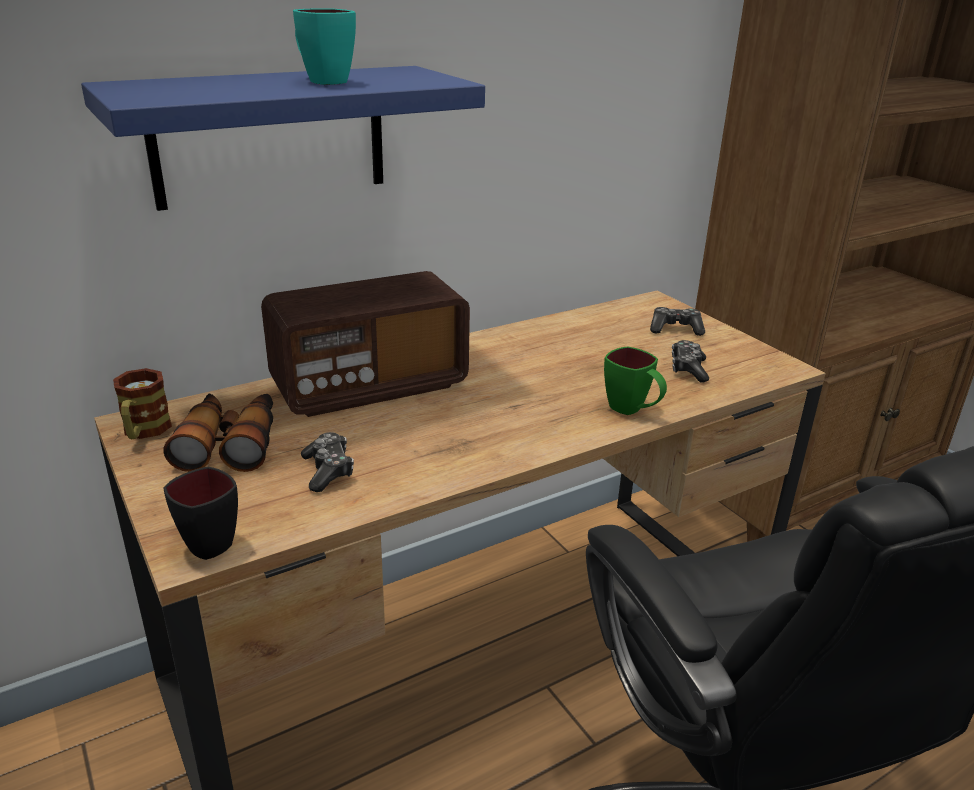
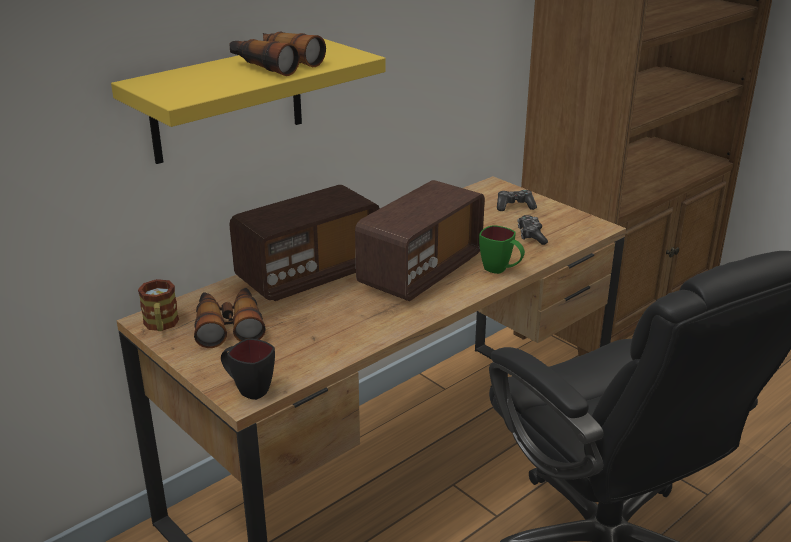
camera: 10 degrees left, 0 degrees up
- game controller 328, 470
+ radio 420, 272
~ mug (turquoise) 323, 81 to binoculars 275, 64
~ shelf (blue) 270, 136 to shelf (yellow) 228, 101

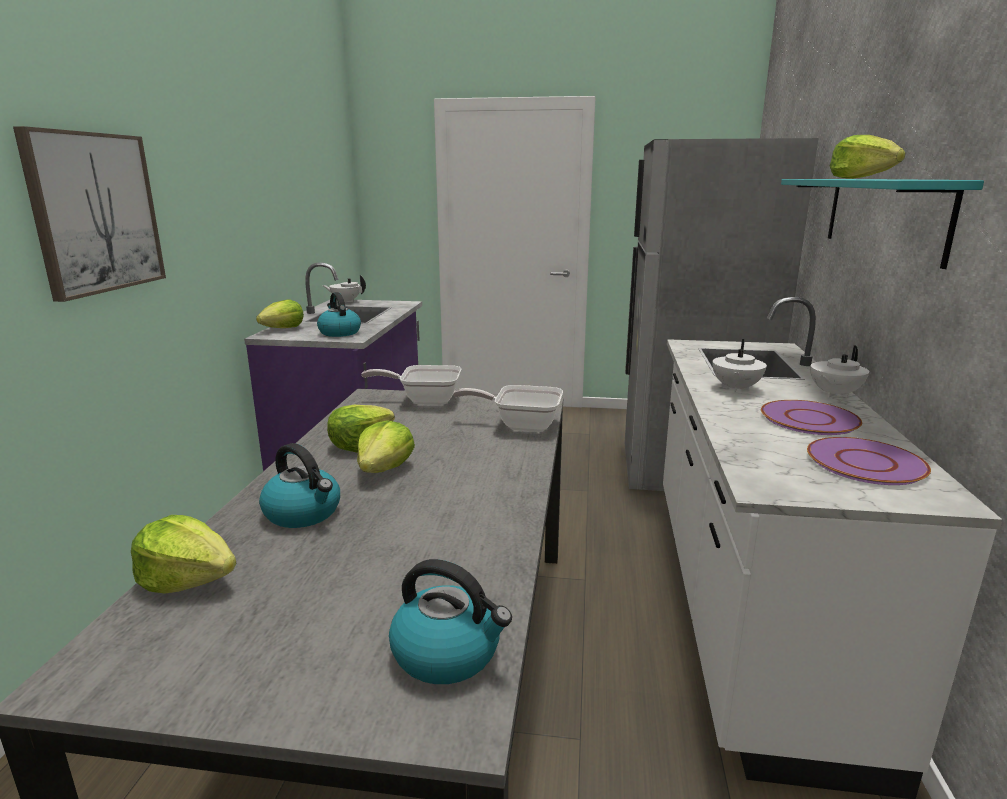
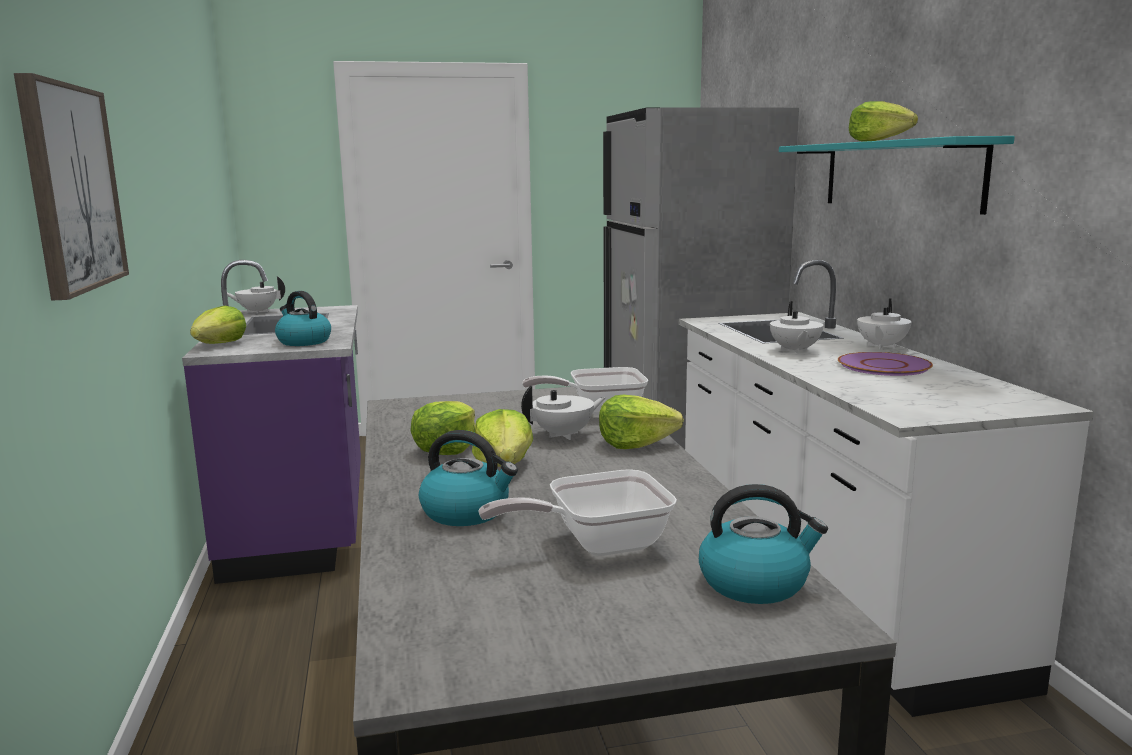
camera: 20 degrees left, 5 degrees down
- plate (purple) 864, 462
+ teapot (white) 564, 435
~ lettuce 188, 579 to 635, 443
~ frying pan 424, 400 to 597, 544

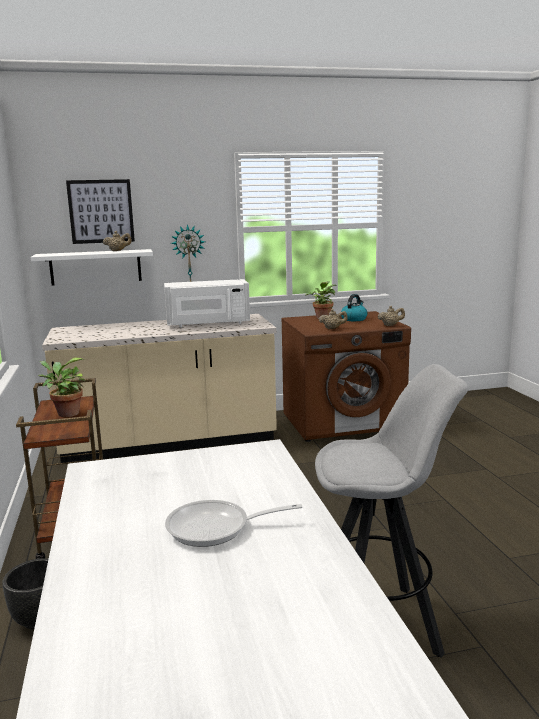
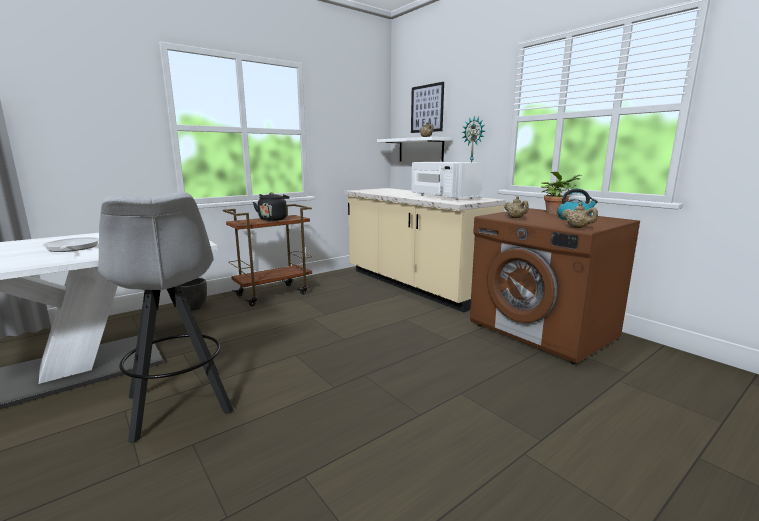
camera: 65 degrees right, 0 degrees up
~ potted plant 65, 413 to kettle (black) 273, 219

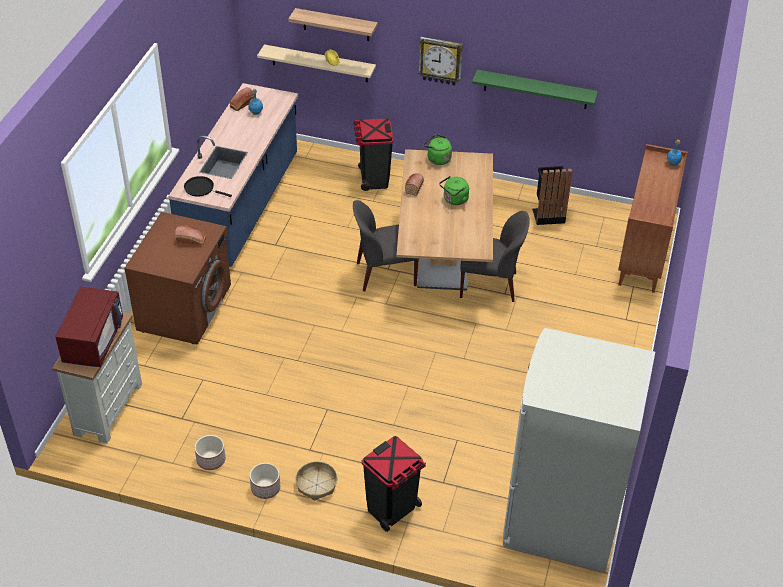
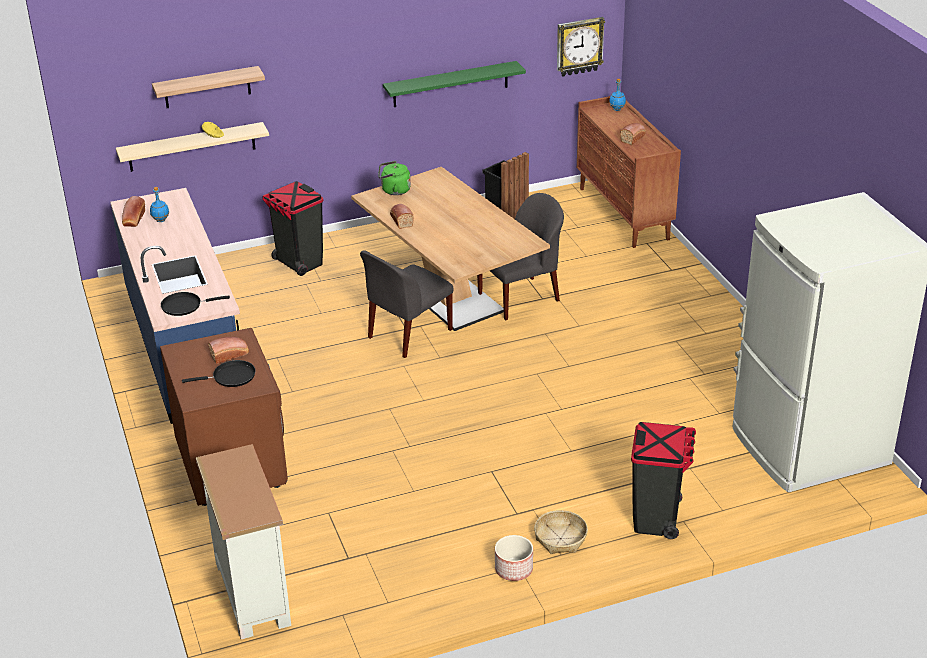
camera: 35 degrees left, 10 degrees down
- microwave (red) 93, 341
- planter 210, 460
- kettle (green) 454, 200
+ frying pan (black) 231, 377
+ bread 633, 138
~ wall clock 441, 60 to 579, 46

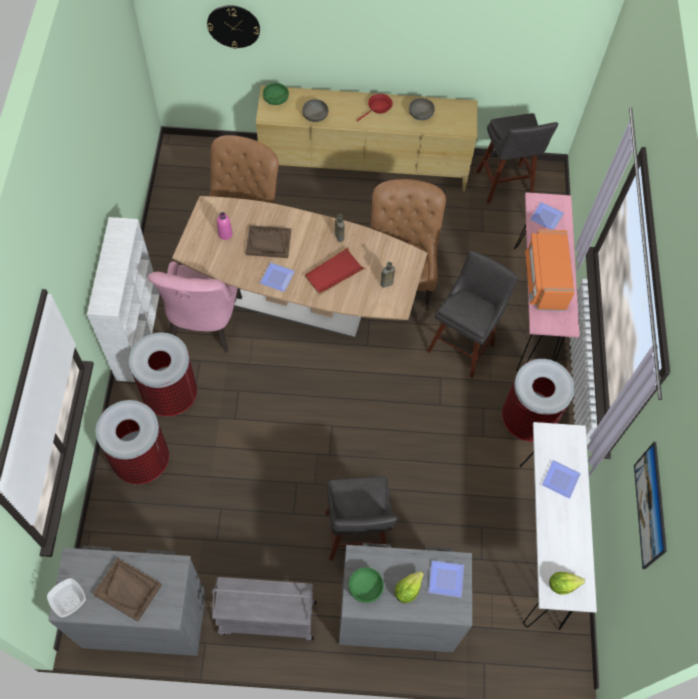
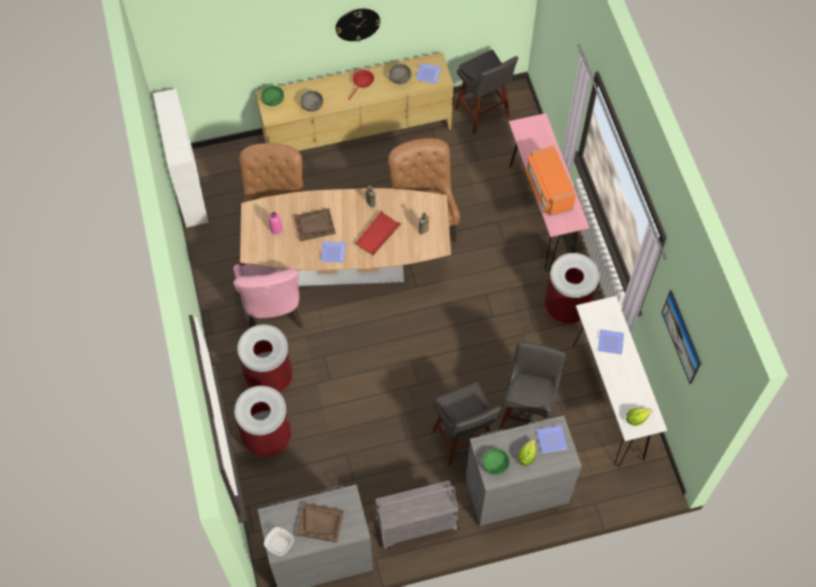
camera: 15 degrees left, 0 degrees up
~ bookcase (white) 138, 334 to 189, 189
~ wall clock 233, 26 to 357, 24
~ stool (grey) 462, 346 to 527, 414
~ plate 546, 216 to 428, 73

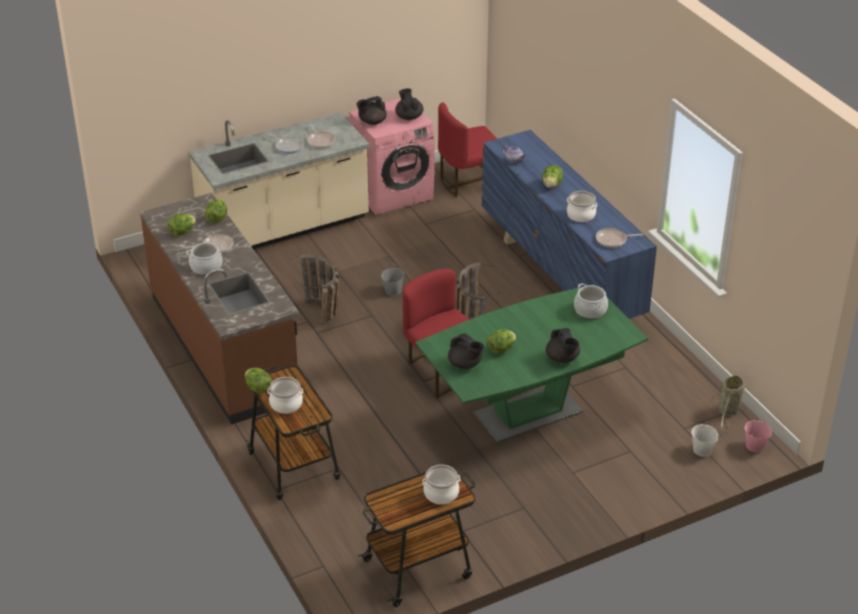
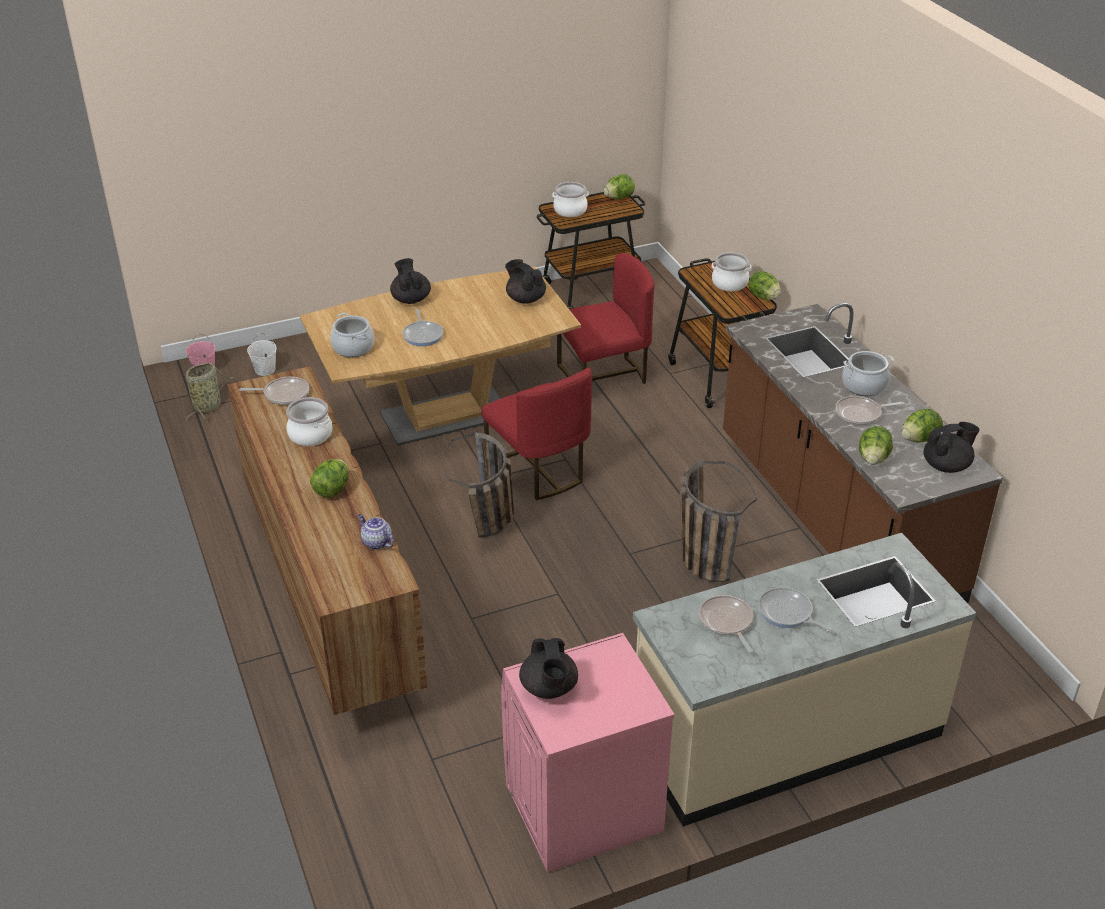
camera: 175 degrees left, 0 degrees up
- bucket (grey) 393, 290
+ frying pan 423, 335
~ teapot (black) 372, 122 to 946, 466
~ chair (red) 470, 182 to 604, 377
~ lettuce 500, 349 to 619, 198
~ dining table (green) 527, 413 to dining table (brown) 445, 416
~ cabinet (blue) 561, 277 to cabinet (brown) 329, 602

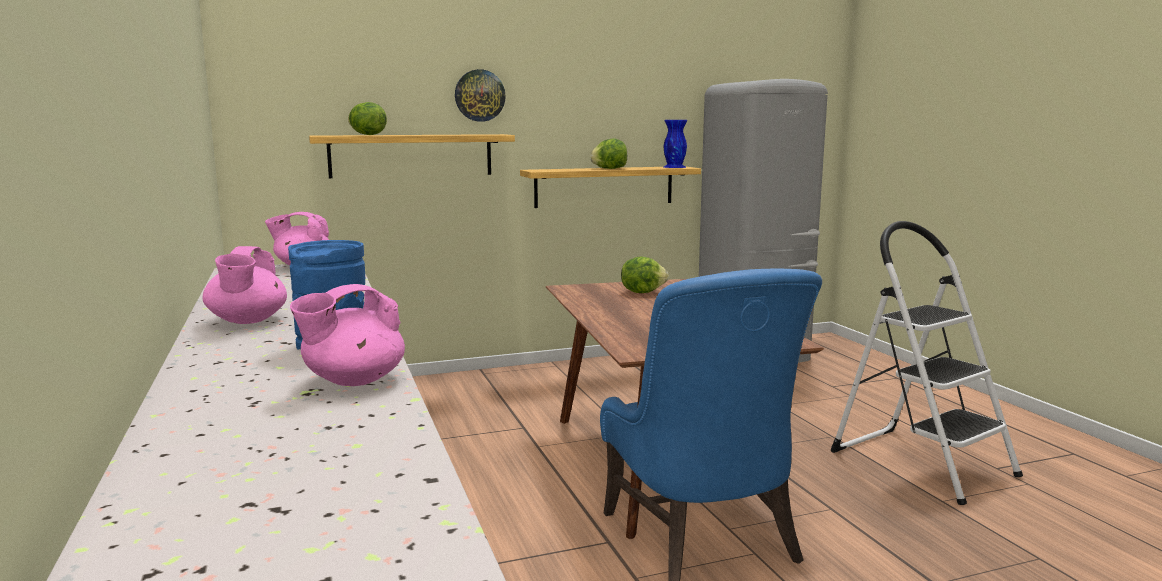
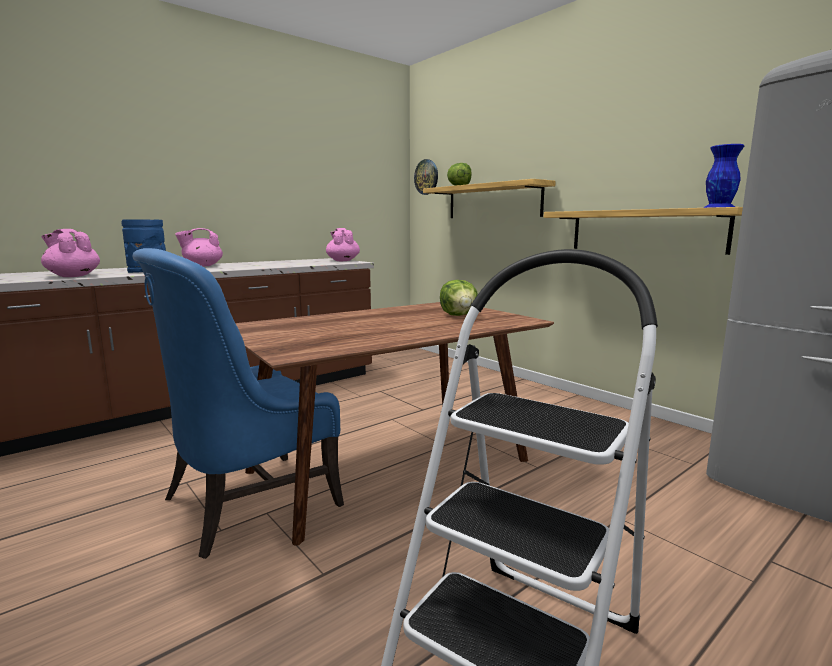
camera: 70 degrees right, 0 degrees up
- lettuce 609, 168
~ wall clock 479, 95 to 426, 177

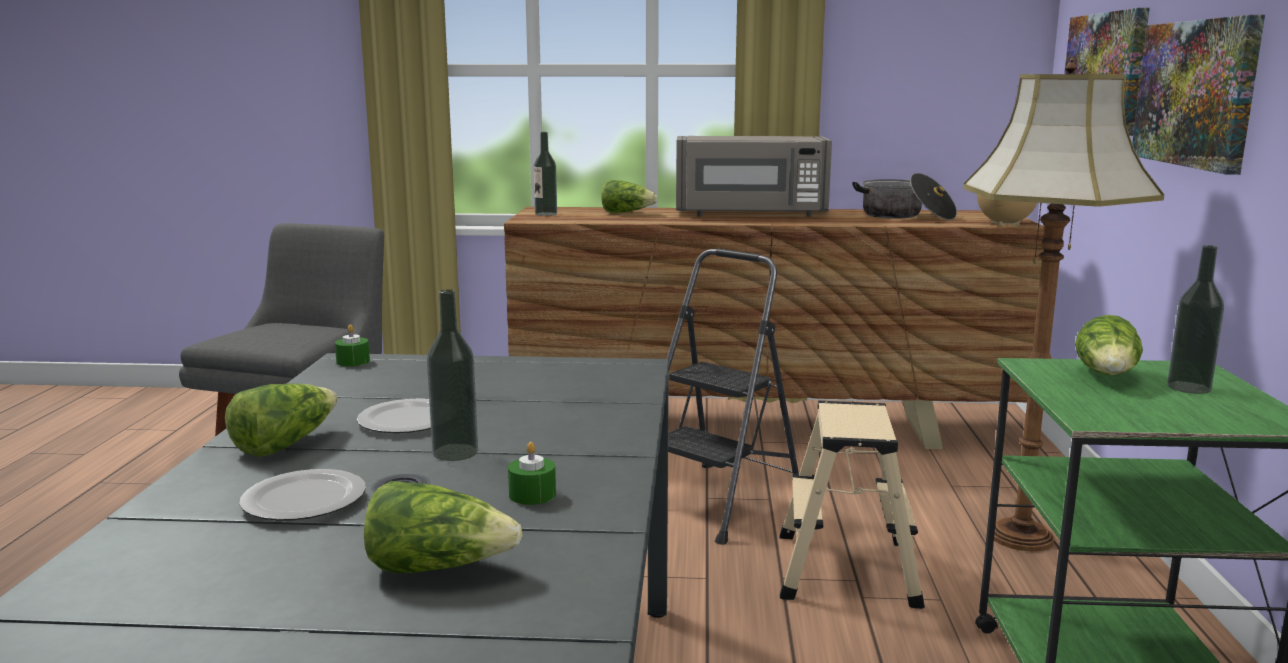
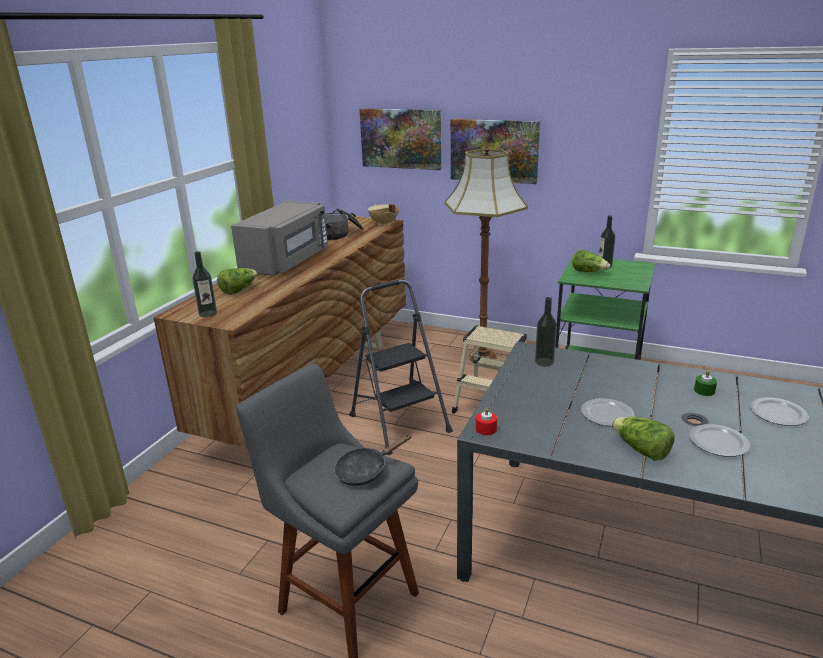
camera: 70 degrees left, 10 degrees up
+ frying pan (black) 366, 471
~ bottle 455, 452 to 544, 362
~ lettuce 438, 567 to plate 777, 414
~ candle (green) 353, 361 to candle (red) 486, 429

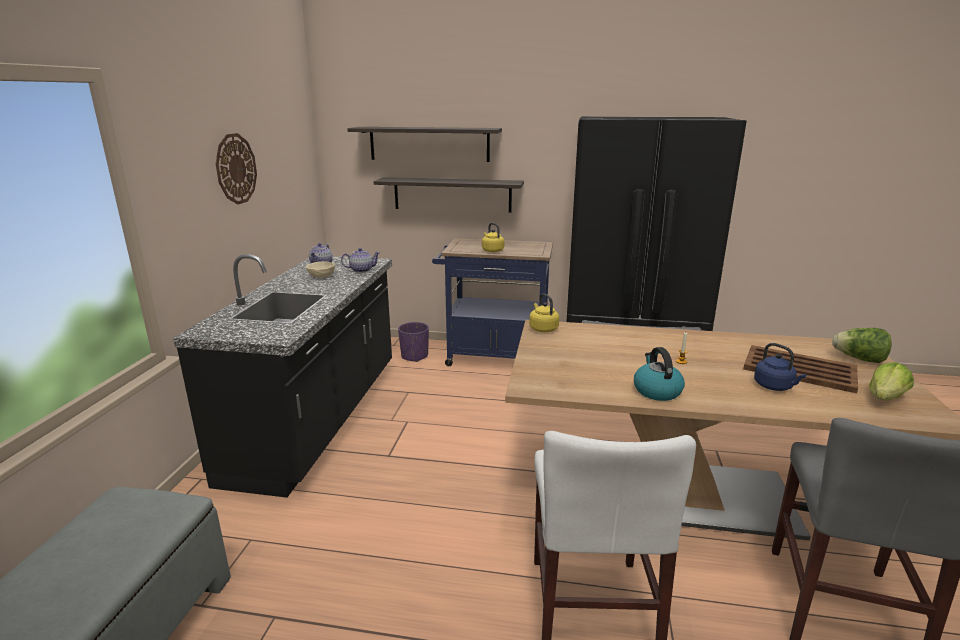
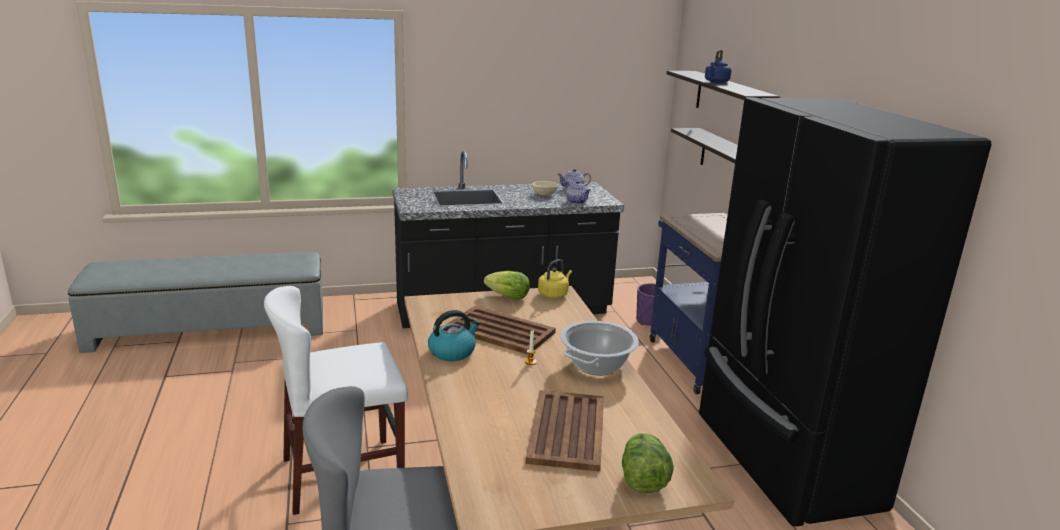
camera: 65 degrees right, 0 degrees up
- wall clock 236, 169
- kettle (yellow) 492, 250
+ tray (brown) 501, 331
+ cooking pot 597, 365
~ kettle (blue) 775, 386 to 716, 82
~ lettuce 885, 398 to 508, 297

